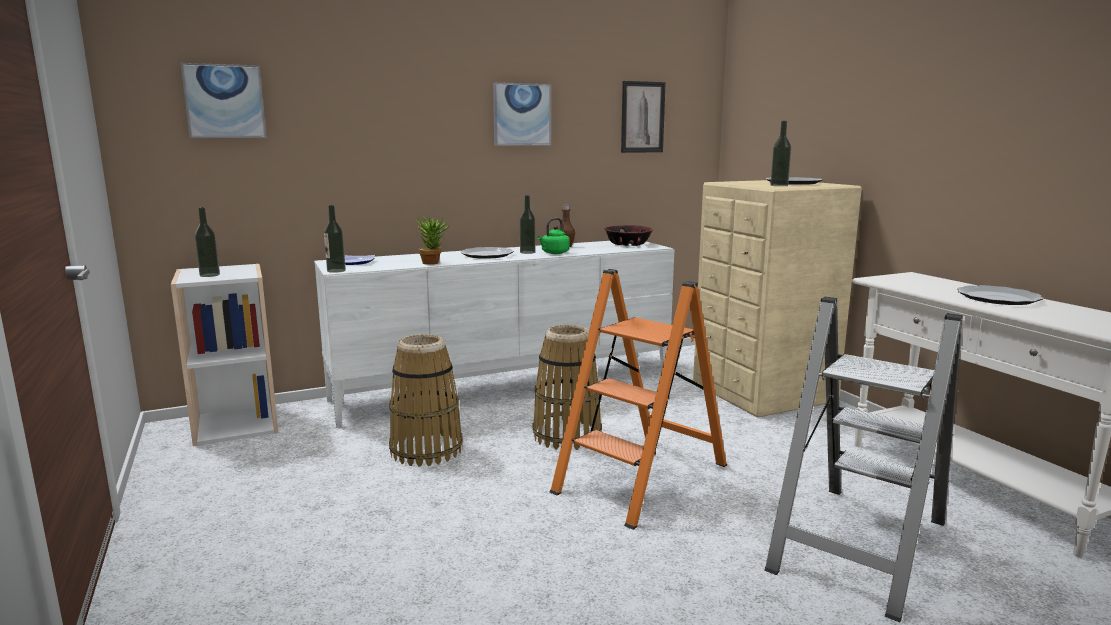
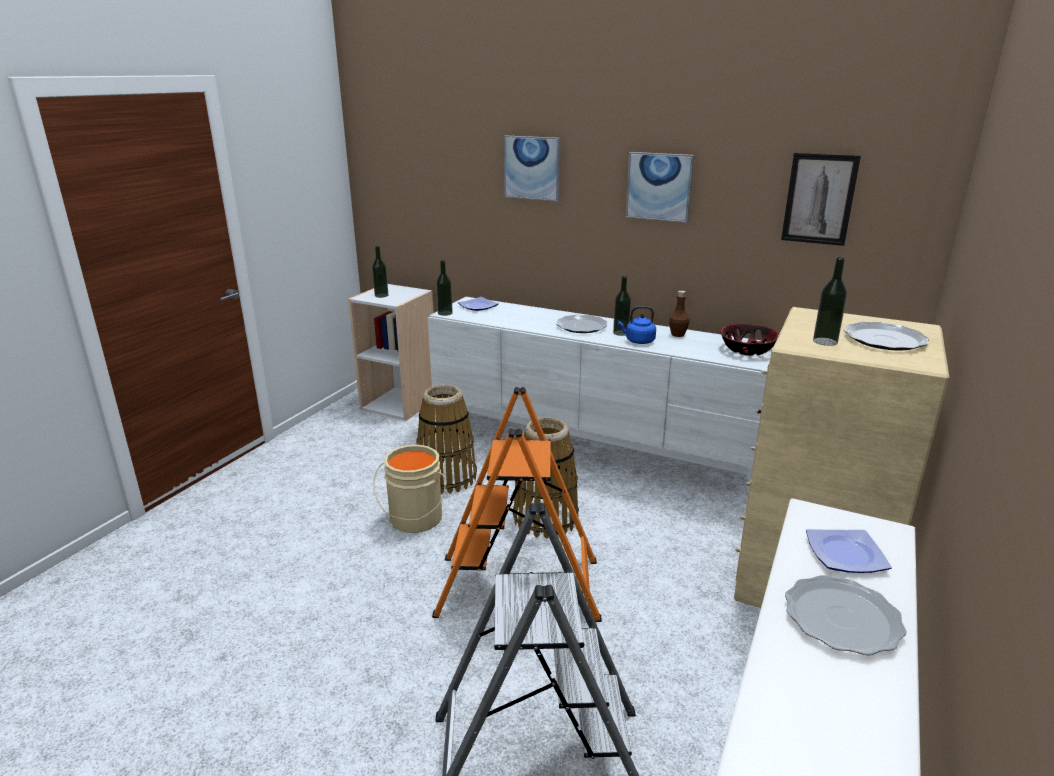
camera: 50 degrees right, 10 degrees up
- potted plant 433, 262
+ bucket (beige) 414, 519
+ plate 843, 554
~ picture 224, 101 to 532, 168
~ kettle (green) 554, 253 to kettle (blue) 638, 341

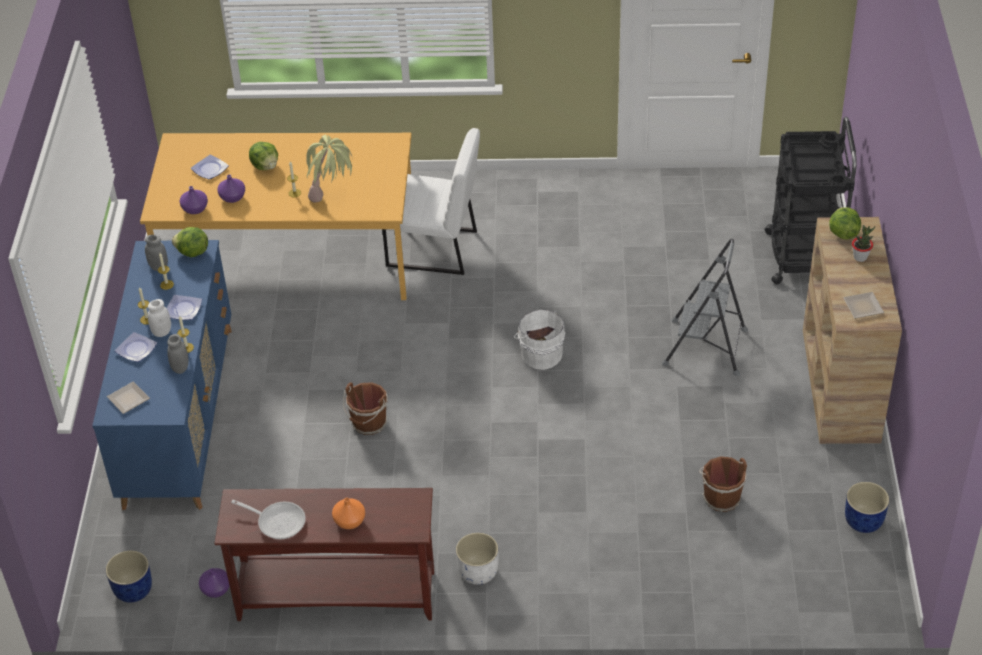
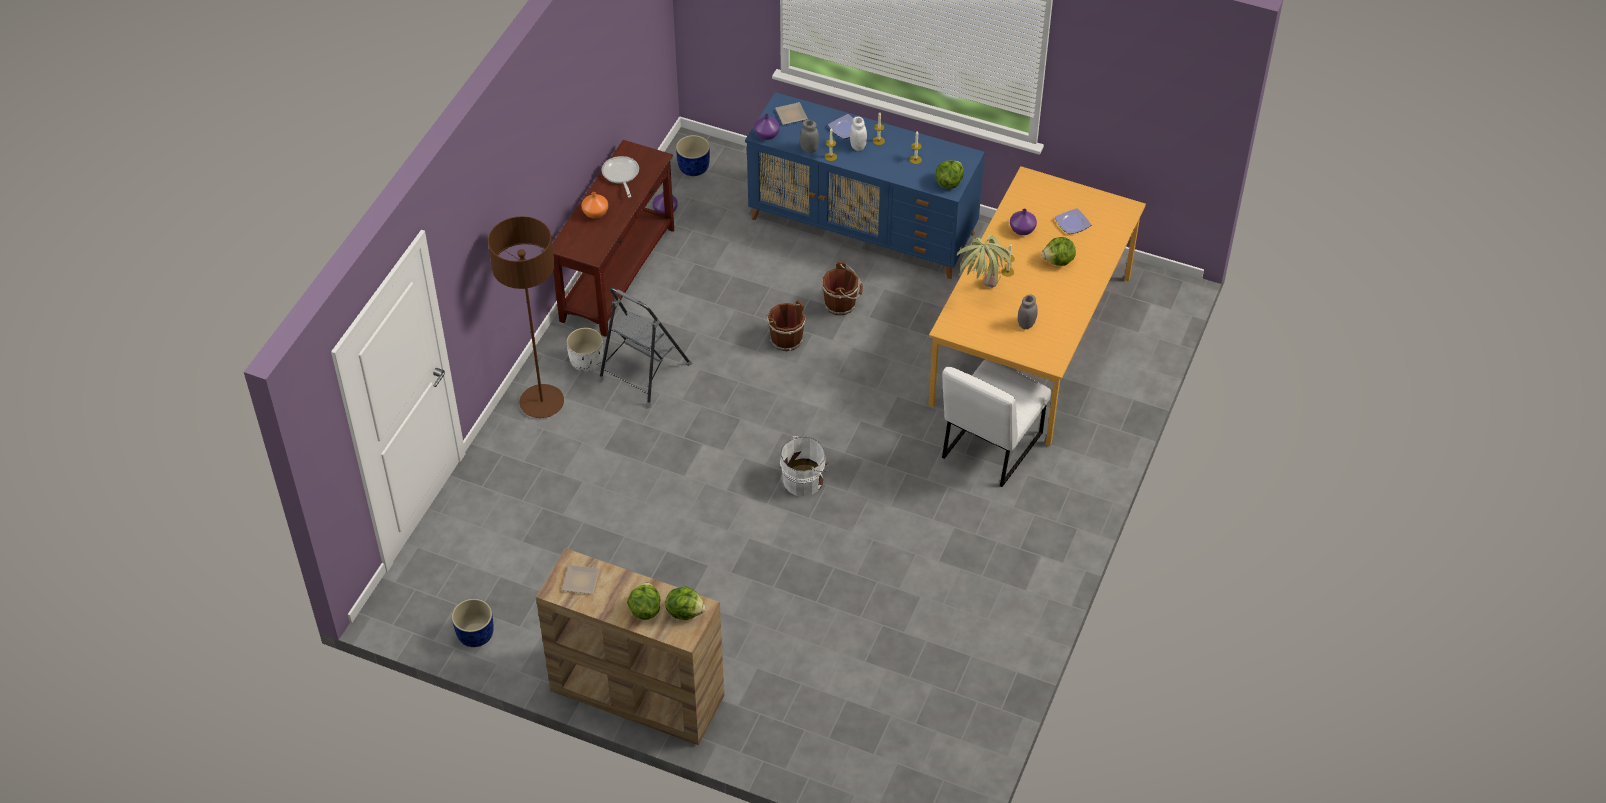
camera: 110 degrees right, 5 degrees up
- plate 183, 310
- cart (black) 804, 257
+ floor lamp (brown) 542, 402
~ jar (grey) 159, 267 to 1026, 324
~ vase (purple) 195, 209 to 766, 135
~ step ladder (grey) 708, 347 to 643, 373
~ bucket (brown) 720, 497 to 841, 304
~ potted plant 860, 257 to lettuce 645, 610
~ frying pan 278, 521 = 621, 175 120 degrees clockwise

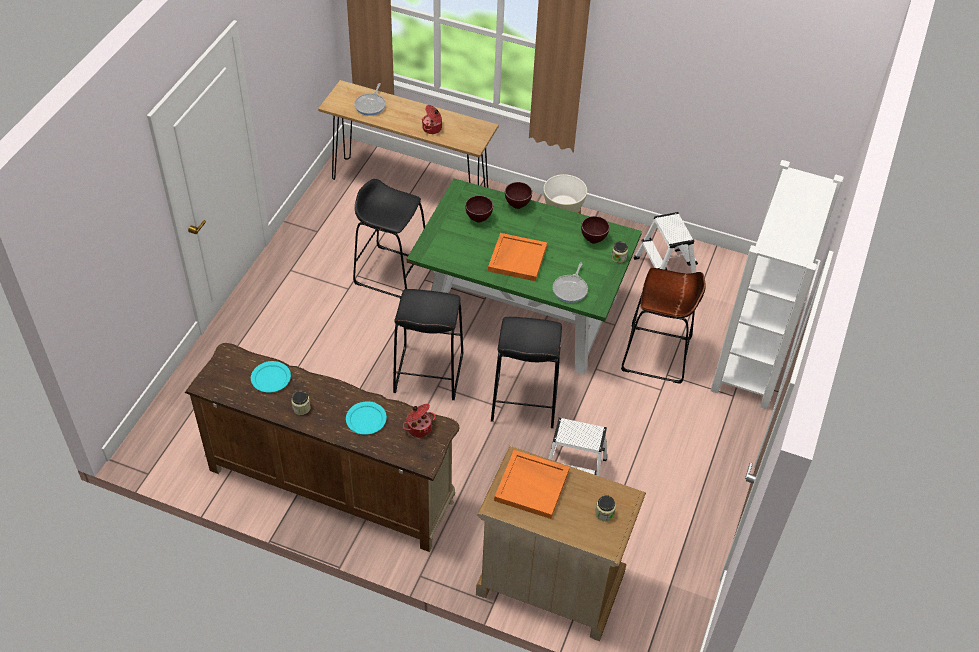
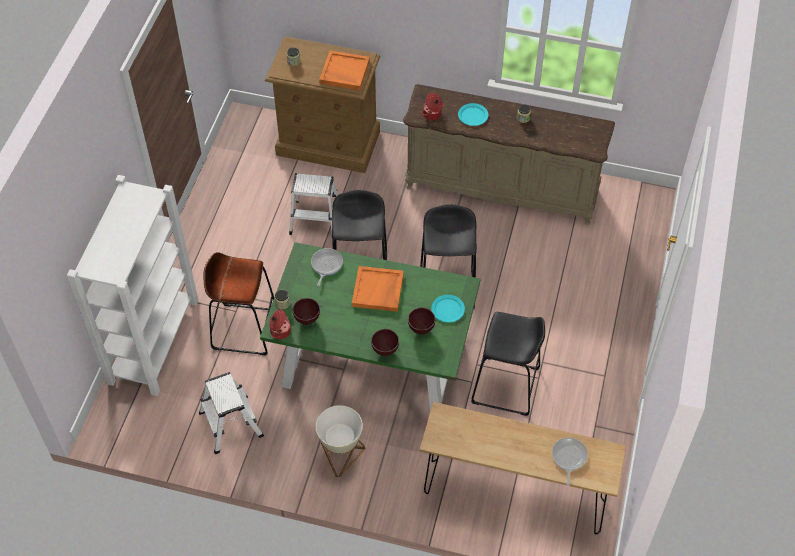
camera: 175 degrees right, 5 degrees up
~ plate (turquoise) 271, 378 to 448, 309
~ cooking pot 432, 128 to 280, 331

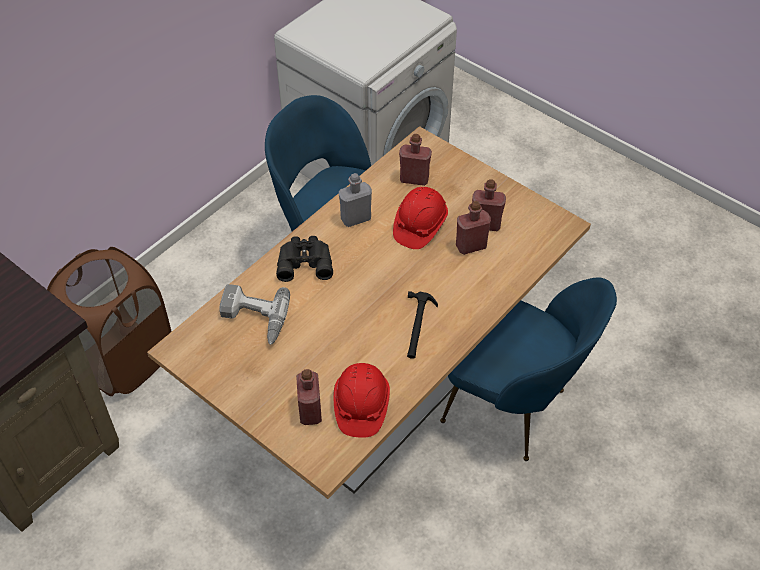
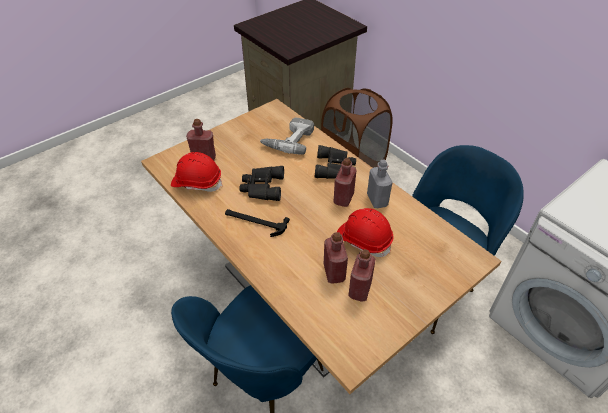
camera: 100 degrees right, 5 degrees down
+ binoculars (black) 261, 187
~ bottle (red) 414, 179 to 343, 198

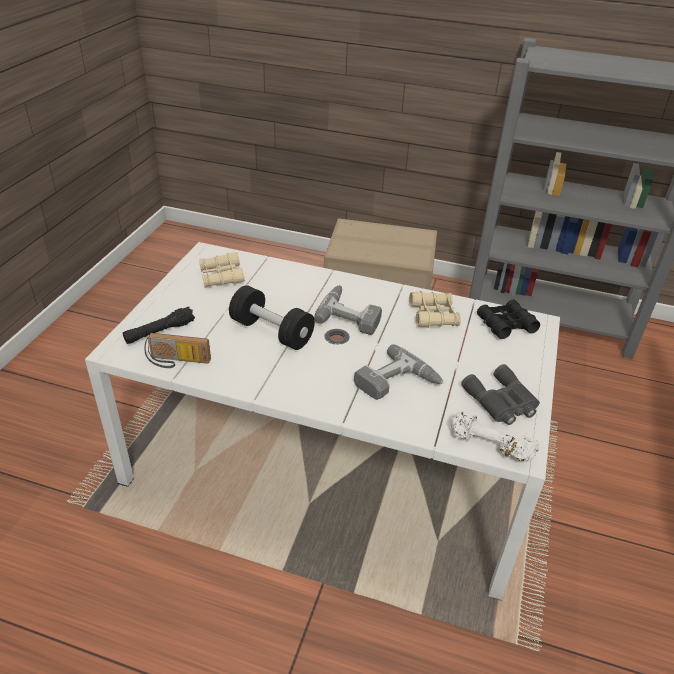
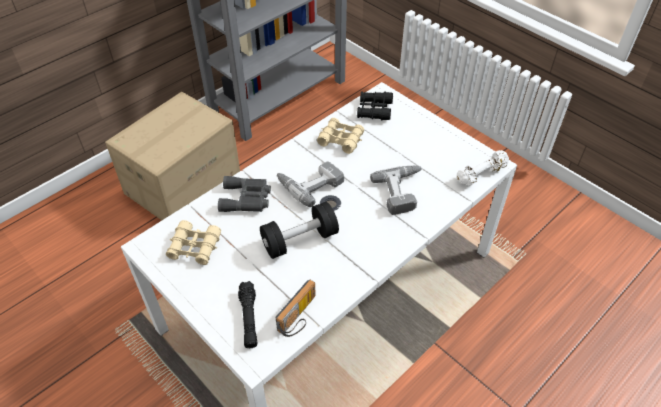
camera: 60 degrees left, 10 degrees up
~ binoculars (grey) 501, 402 to 247, 199

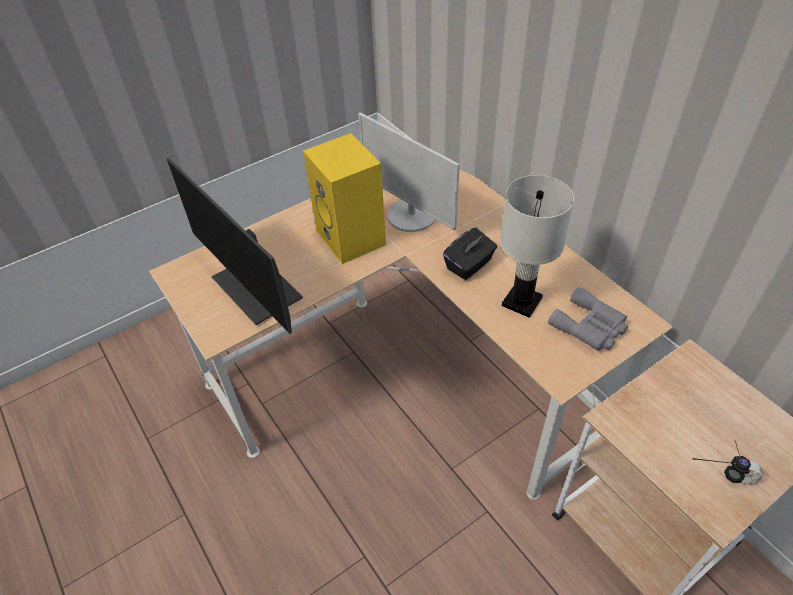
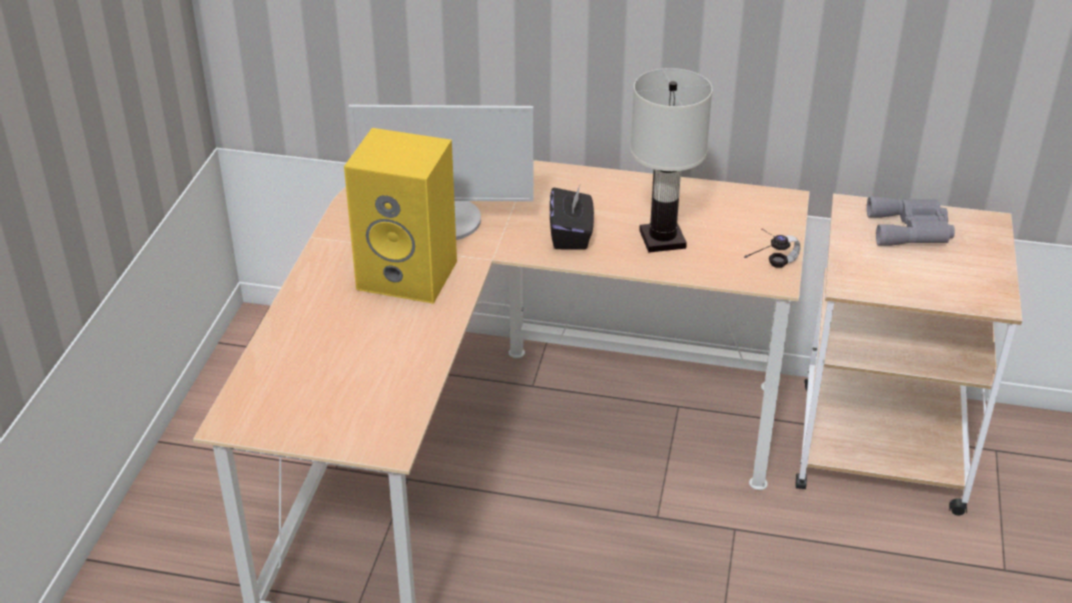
camera: 45 degrees left, 10 degrees down
- monitor 258, 290
~ binoculars (grey) 590, 327 to 911, 229
~ headphones 719, 468 to 763, 264

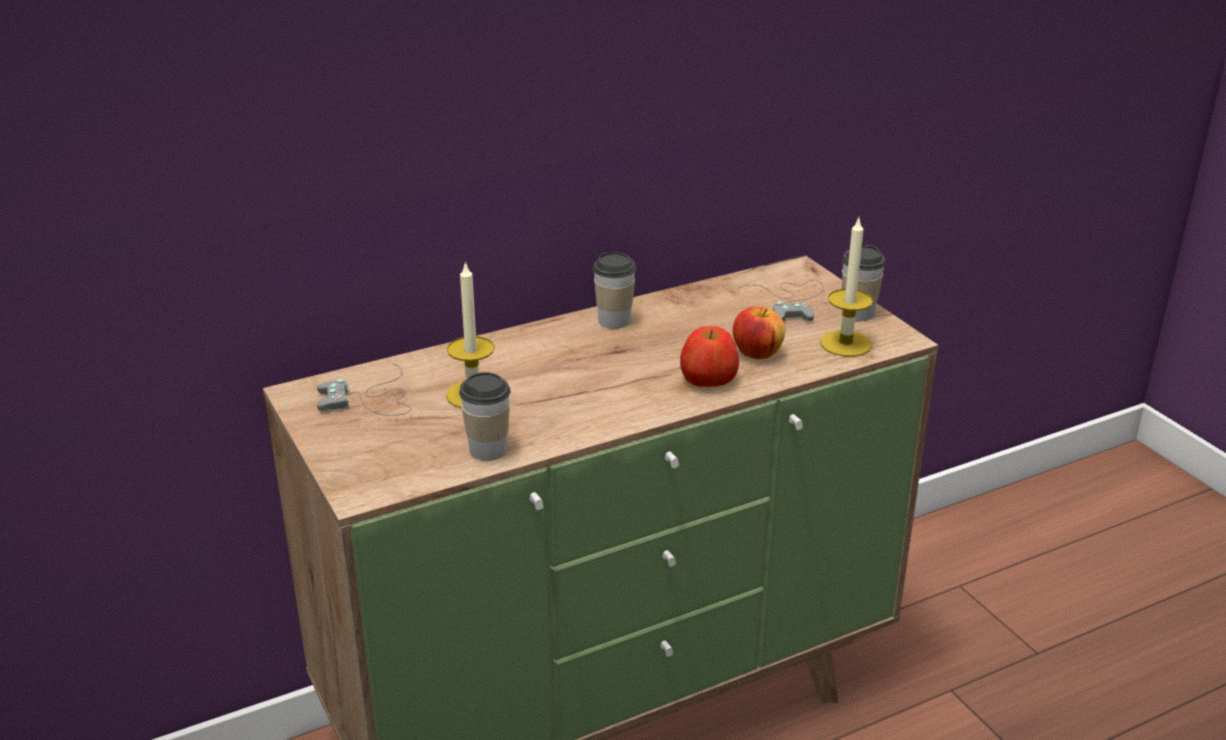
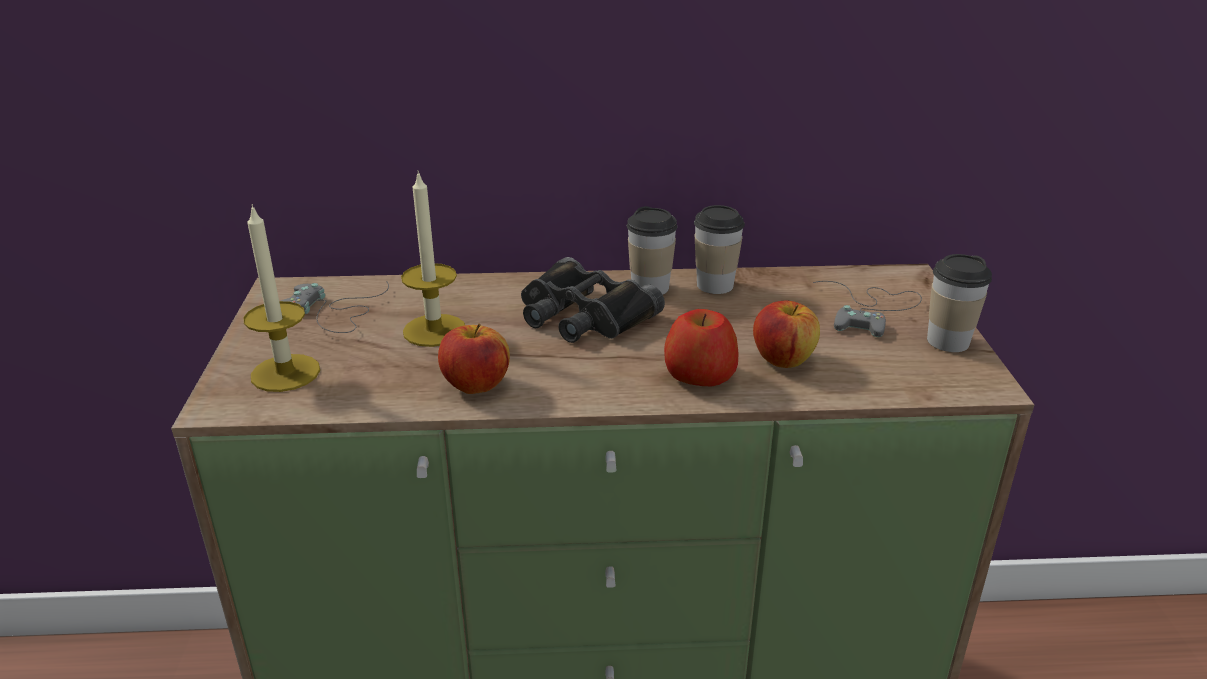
camera: 25 degrees right, 0 degrees up
+ apple 476, 385
+ binoculars (black) 583, 315
~ cup 488, 450 to 715, 285
~ candle 845, 343 to 285, 373

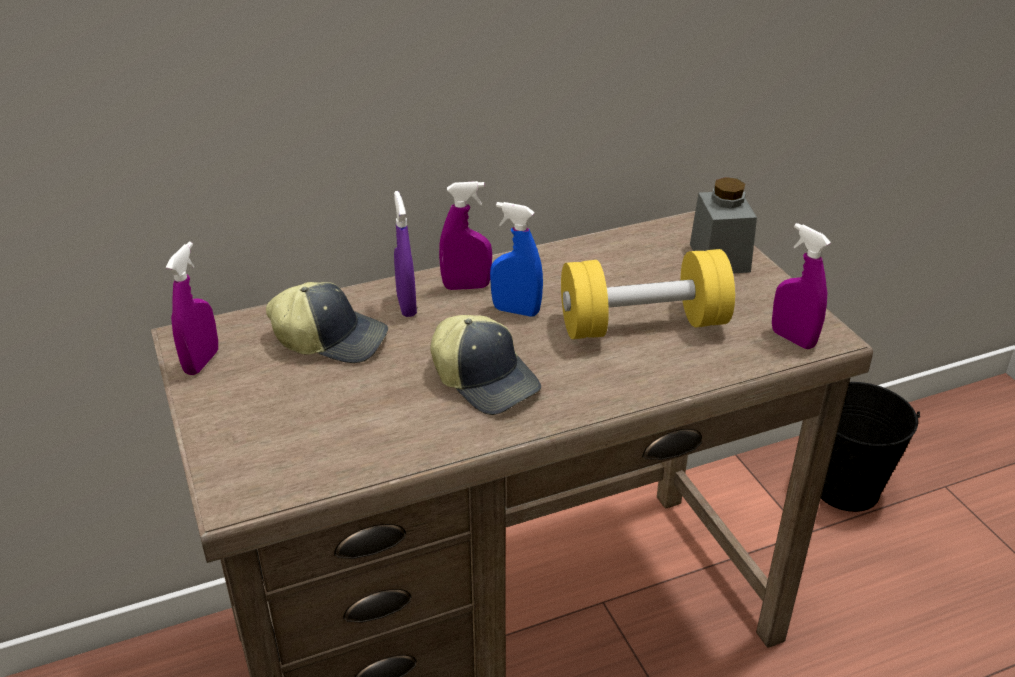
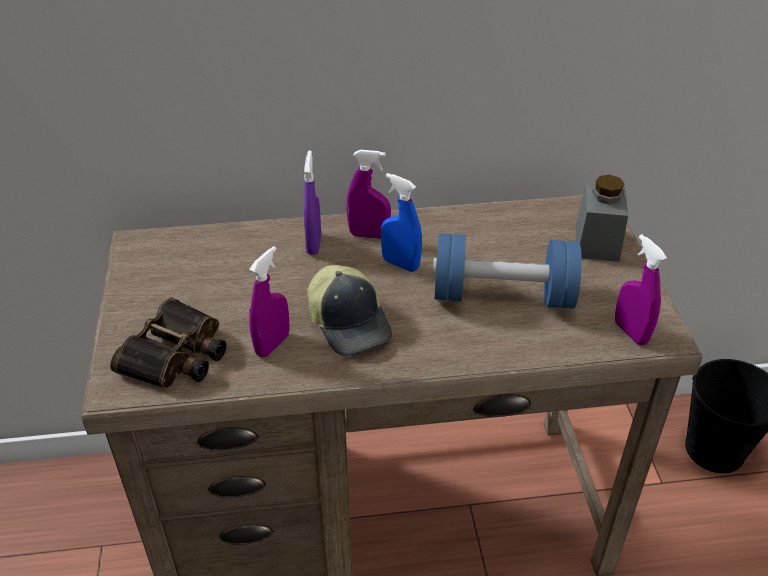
camera: 15 degrees right, 5 degrees up
- cap 331, 339
+ binoculars 177, 355
~ spray bottle (purple) 201, 362 to 272, 345
~ dumbbell (yellow) 643, 325 to dumbbell (blue) 502, 295

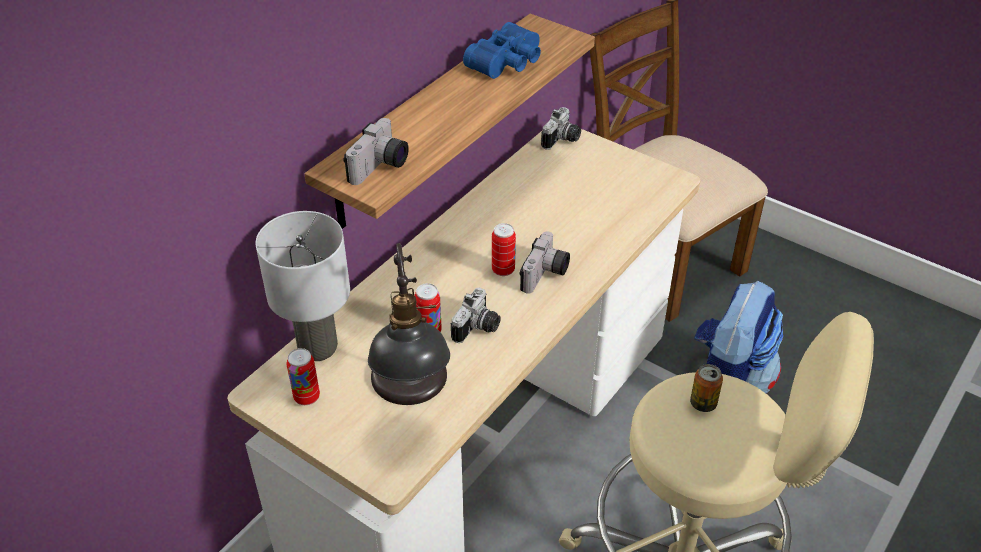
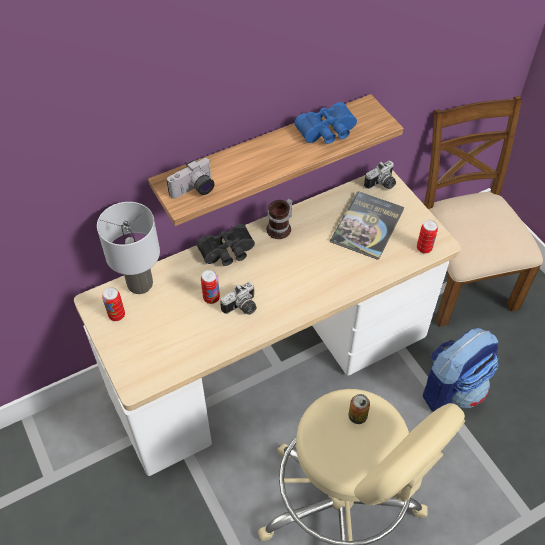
camera: 25 degrees right, 10 degrees up
- table lamp (grey) 413, 401
- photo camera 546, 275
+ binoculars (black) 228, 253
+ mug 281, 228
+ book 367, 225
~ can 503, 270 to 424, 248

